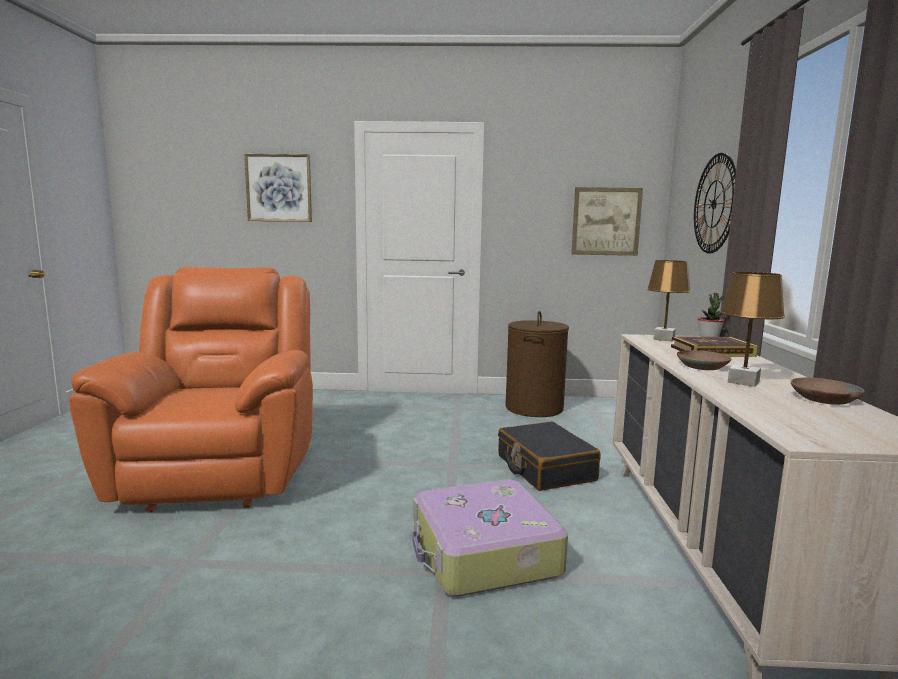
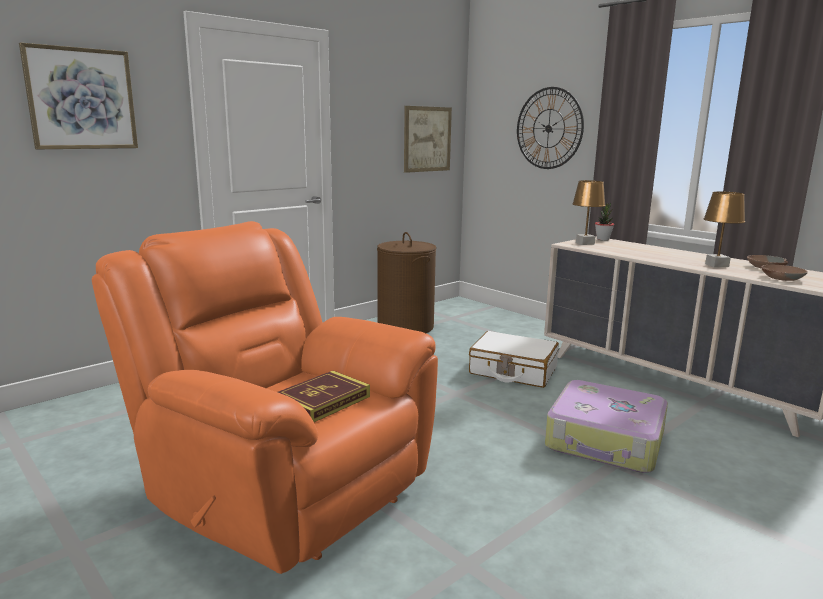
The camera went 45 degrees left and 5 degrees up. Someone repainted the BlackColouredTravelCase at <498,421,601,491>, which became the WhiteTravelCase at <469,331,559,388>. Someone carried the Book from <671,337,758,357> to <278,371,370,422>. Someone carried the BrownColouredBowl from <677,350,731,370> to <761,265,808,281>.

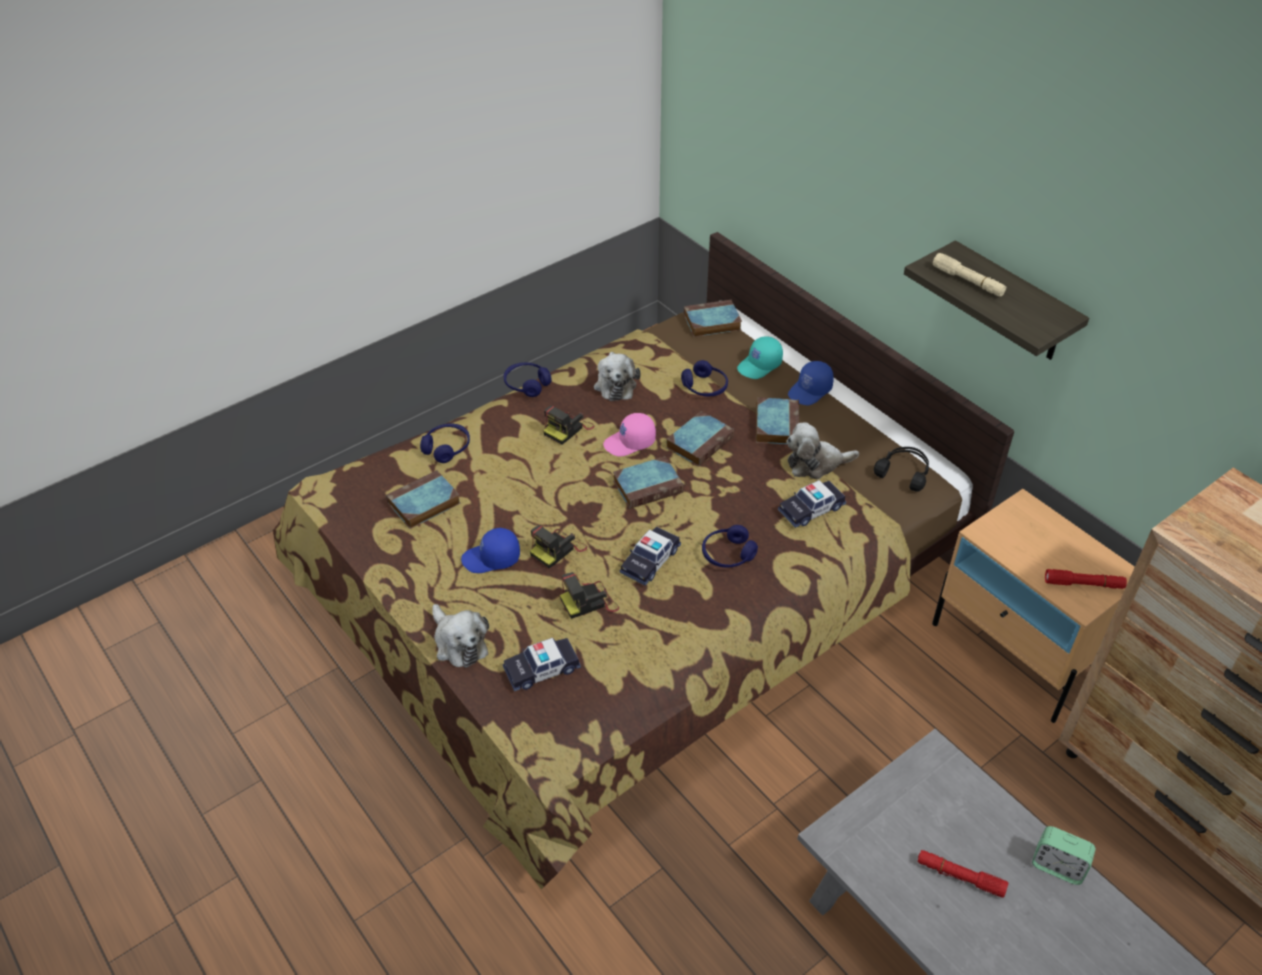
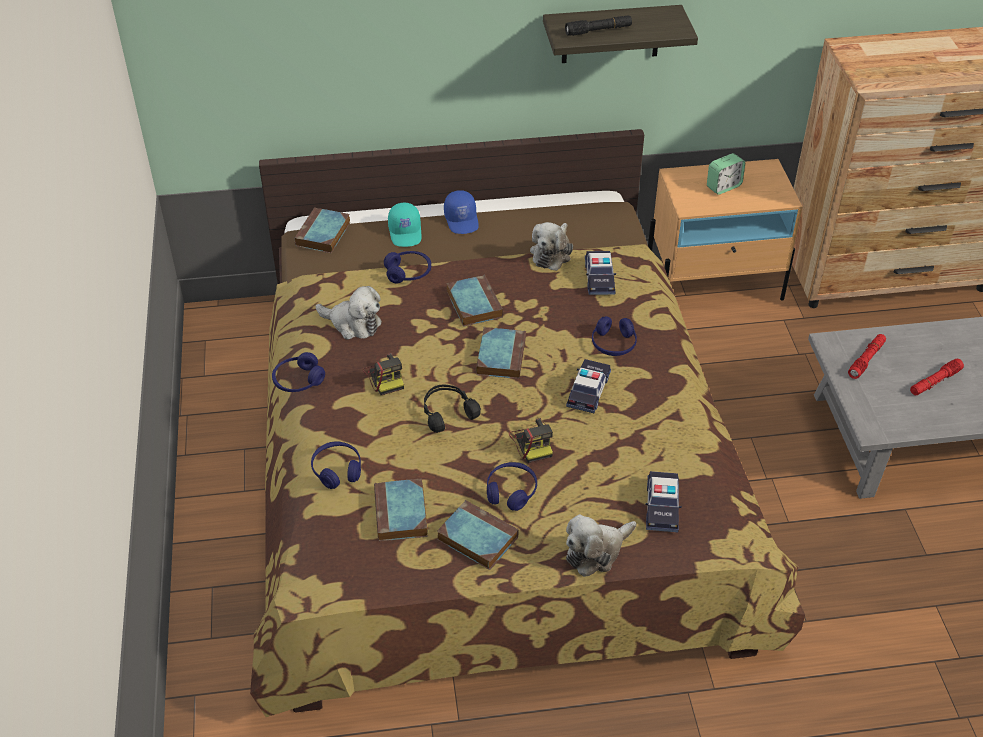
The camera went 60 degrees left and 0 degrees up. Someone rotated the SoftToy at <432,604,489,668> by 150 degrees clockwise. Someone swapped the BluishPeakedCap at <461,528,520,573> for the BluishHeadphones at <487,462,537,511>. Someone took away the StillCamera at <560,572,619,619>. Someone took away the PinkishPeakedCap at <603,413,656,457>. Someone rotated the MiniatureCar at <620,526,681,586> by 135 degrees counterclockwise. Someone carried the Book from <756,397,799,445> to <437,500,519,570>. Someone carried the BlackColouredHeadphones from <874,447,929,492> to <424,384,481,433>. Someone repainted the BeigeFlashlight at <933,253,1006,297>, which became the BlackColouredFlashlight at <565,15,632,36>. Someone carried the AlarmClock from <1032,826,1096,885> to <707,153,745,195>. Someone carried the RedColouredFlashlight from <1045,569,1127,589> to <848,334,886,379>.

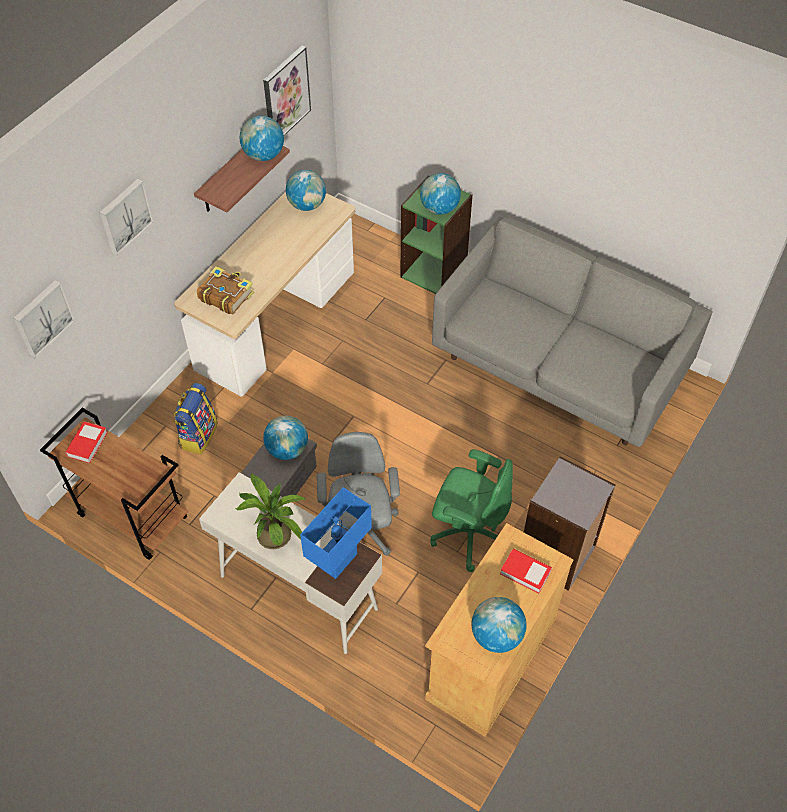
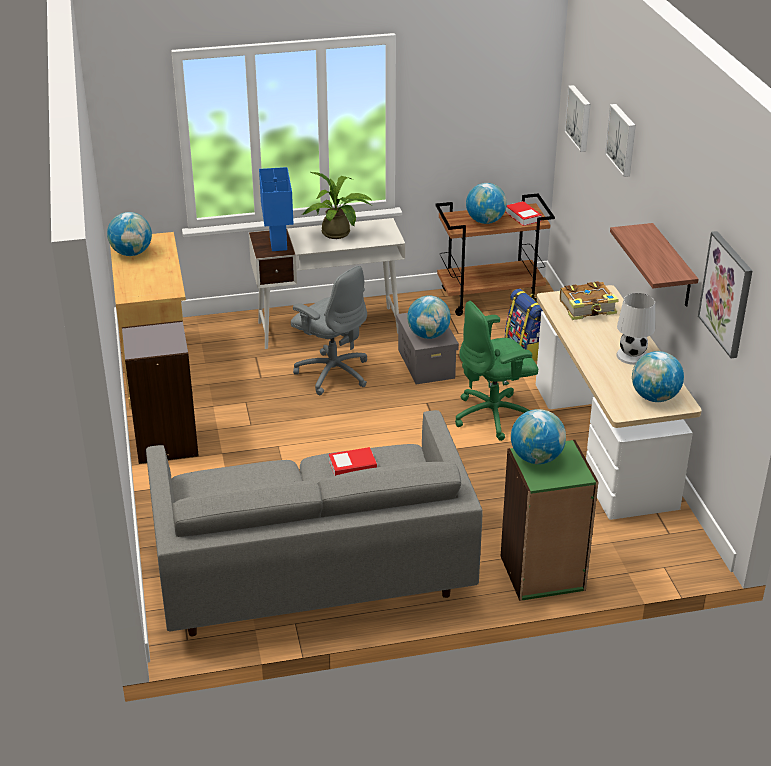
The camera went 135 degrees right and 20 degrees down. Someone carried the Globe from <240,116,284,161> to <466,183,507,224>. Someone carried the GreenComputerChair from <431,449,513,572> to <455,301,538,441>. Someone carried the Book from <500,548,552,593> to <329,447,377,476>. Someone put down the WhiteTableLamp at <616,293,655,365>.

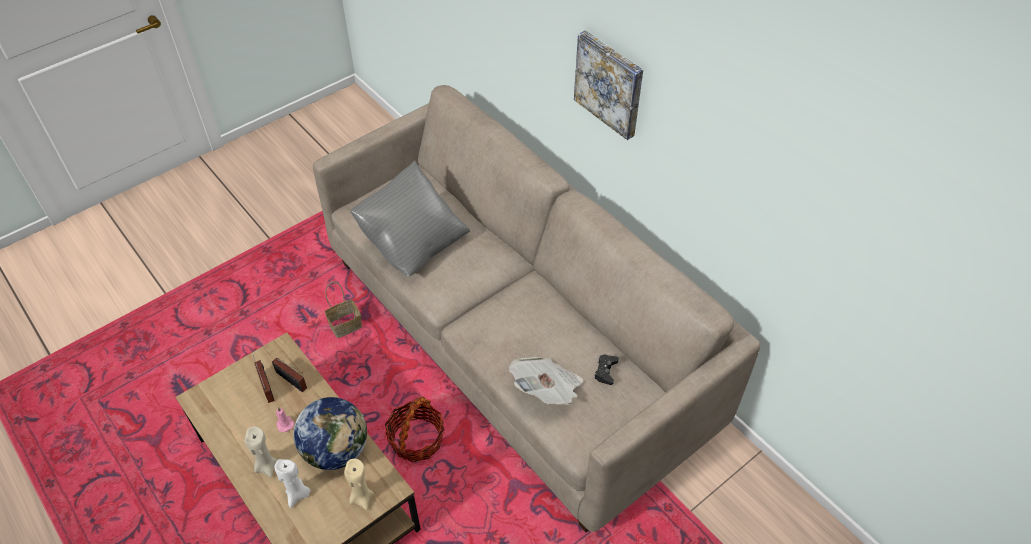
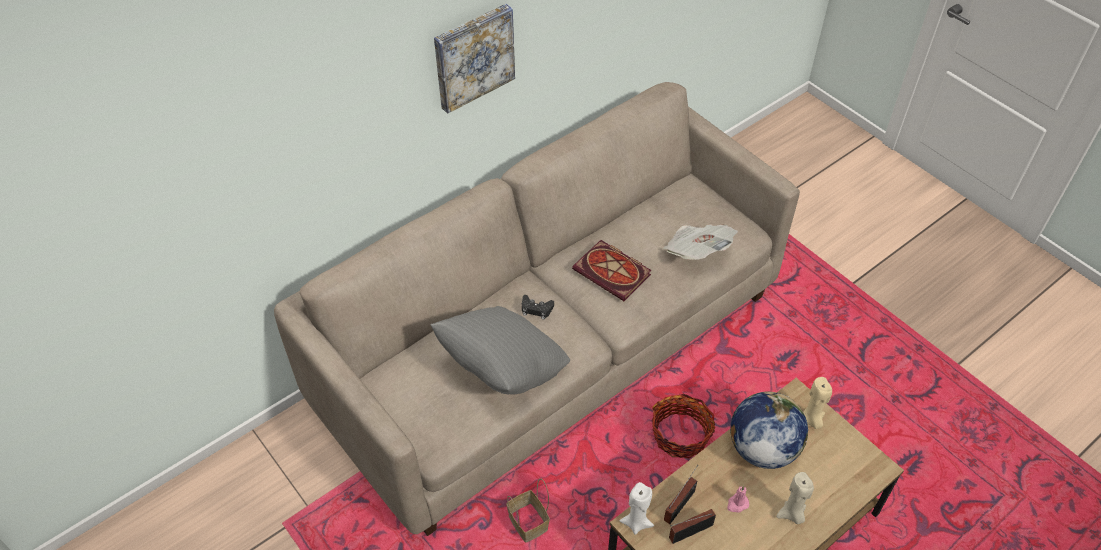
The camera went 90 degrees left and 0 degrees up. Someone carried the WhiteWaxLight from <274,459,311,508> to <620,482,654,535>. Someone carried the BlackColouredJoypad from <594,354,619,385> to <522,295,554,320>. Someone put down the Book at <572,240,652,301>.

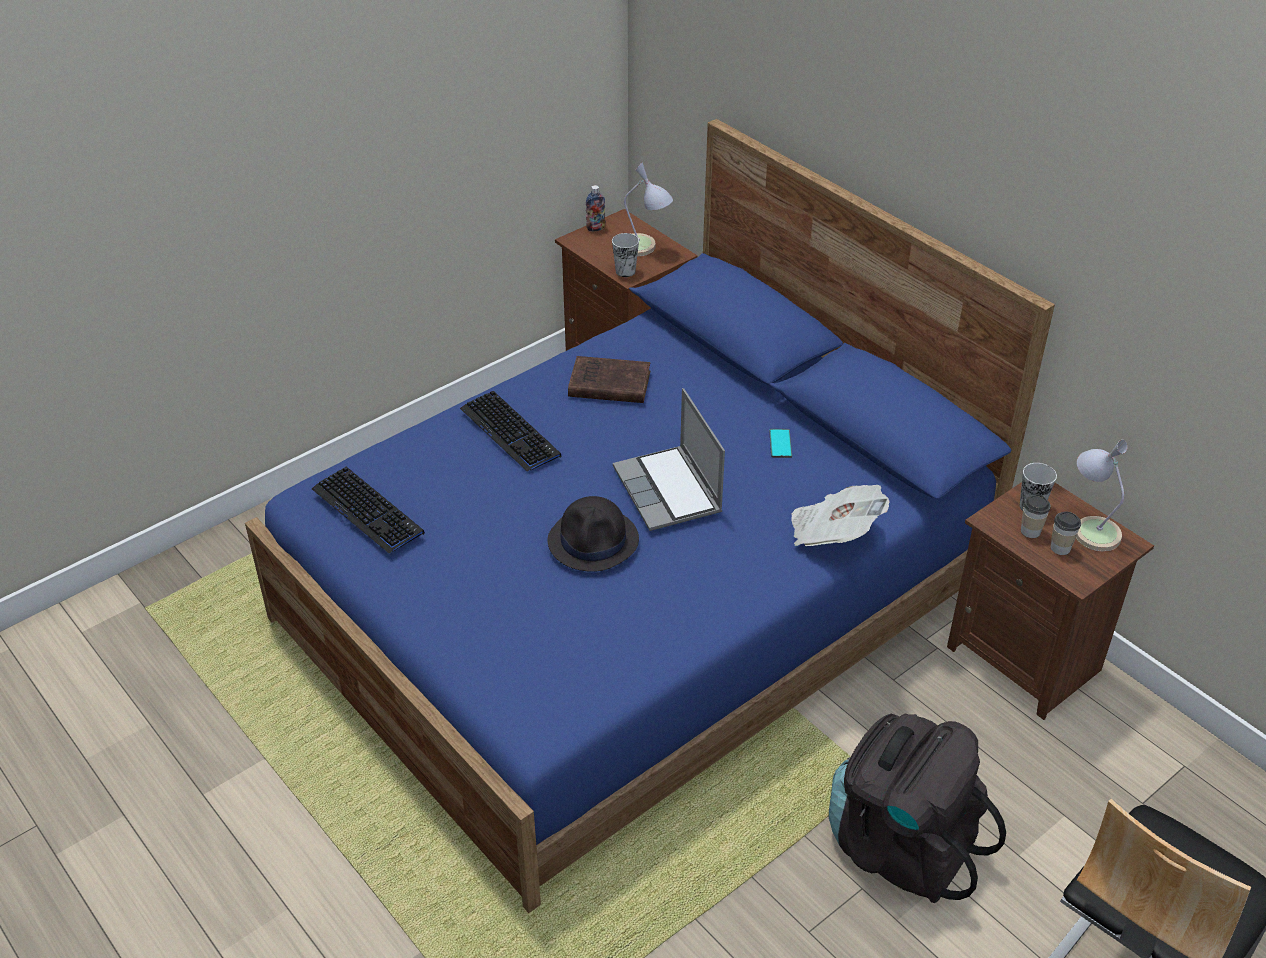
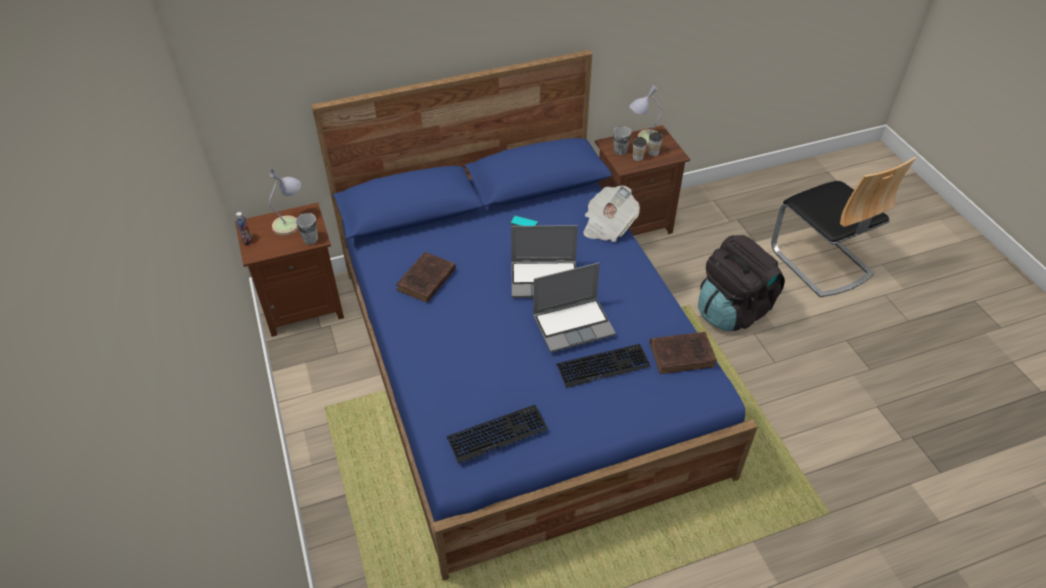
The camera went 70 degrees left and 5 degrees up. Someone carried the ComputerKeyboard from <460,391,561,472> to <556,344,651,388>. Someone swapped the BlackColouredWearableHat at <548,496,639,572> for the Laptop at <533,263,616,353>. Someone put down the BrownColouredBook at <650,332,717,374>.

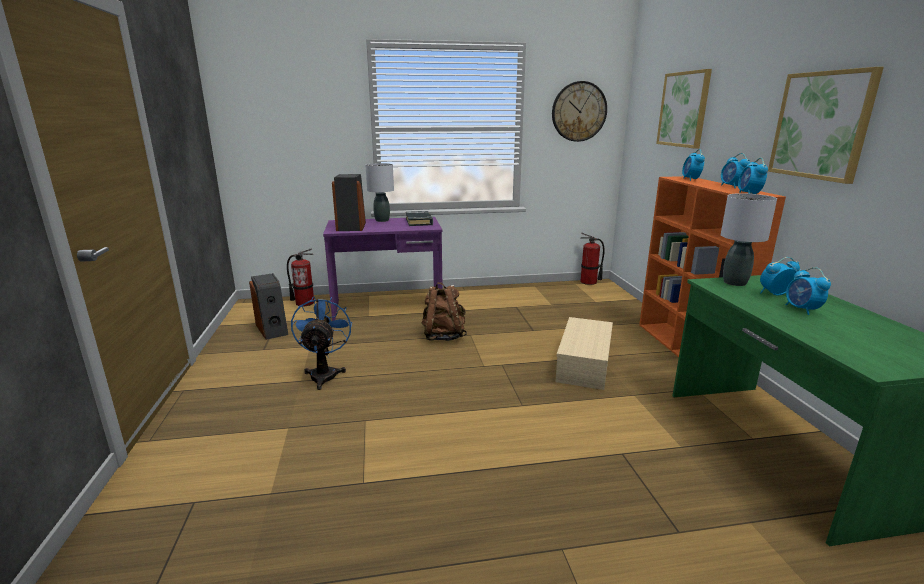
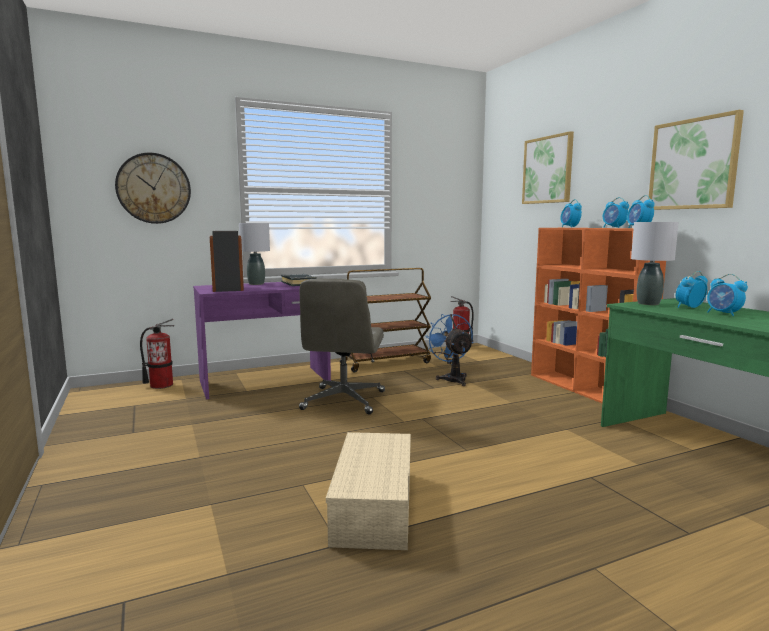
The camera went 15 degrees left and 10 degrees down. Someone took away the AudioSpeaker at <249,273,288,340>. Someone carried the BluishCoolingFan from <291,296,352,390> to <425,314,473,386>. Someone swapped the BrownColouredKnapsack at <421,282,467,341> for the GrayComputerChair at <299,278,385,414>. Someone carried the WallClock from <552,81,607,142> to <115,153,191,224>. Someone carried the BeigeStorageBin from <555,317,613,390> to <326,432,411,550>. Someone put down the BrownColouredWheeledCart at <340,268,431,372>.

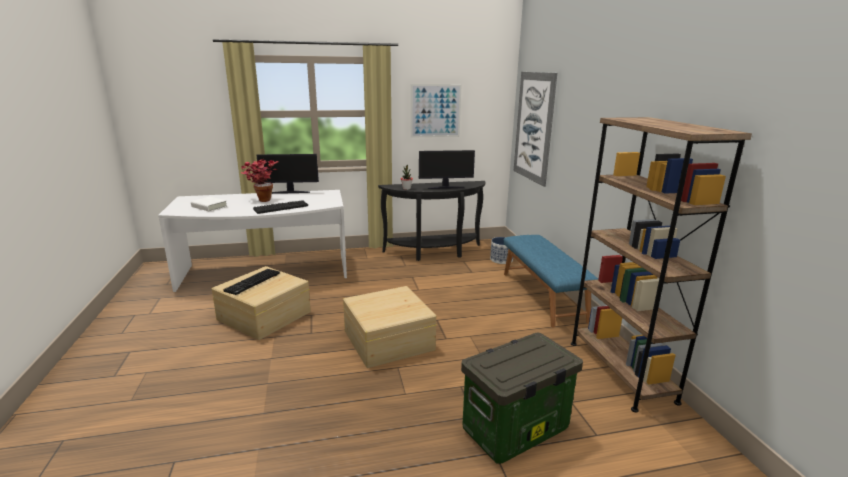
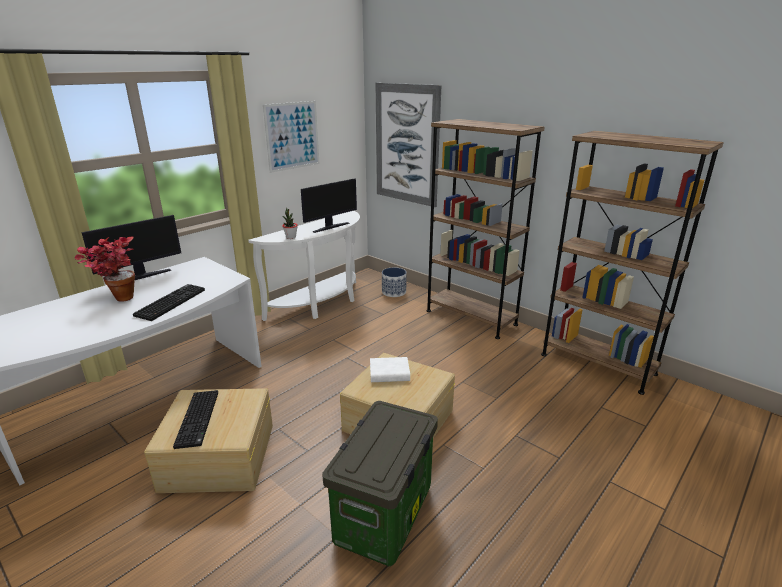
The camera went 35 degrees left and 5 degrees up. Someone carried the WhiteBook from <191,197,227,212> to <370,357,410,382>. Someone repainted the BlackColouredHallTable at <378,181,485,261>, which became the WhiteHallTable at <248,211,360,321>. Someone carried the StorageBin from <461,333,583,464> to <322,401,438,566>. Someone swapped the BluishLongSeat at <503,235,598,328> for the BrownColouredShelvingUnit at <426,119,545,339>.

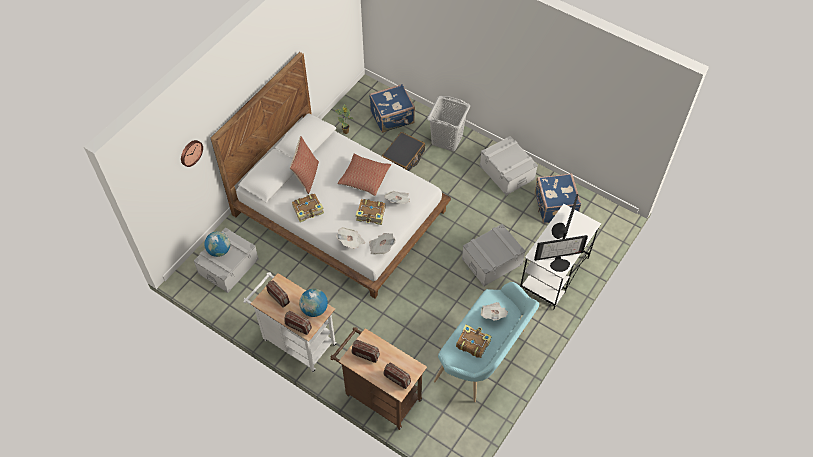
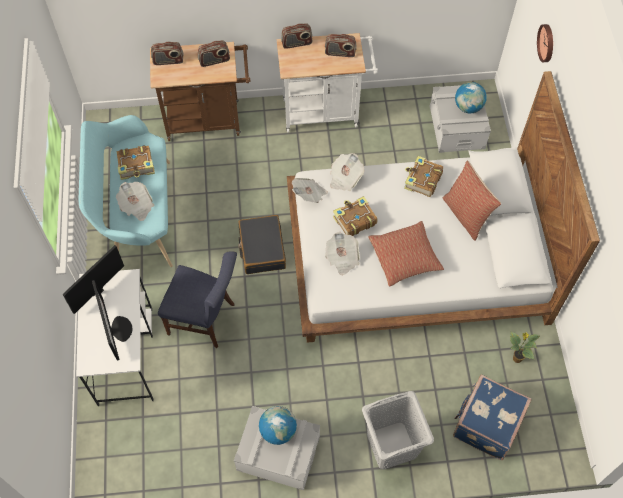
The camera went 140 degrees right and 5 degrees up. Someone carried the Globe from <299,289,328,317> to <259,406,297,445>. Someone carried the BlackColouredTravelCase from <382,132,425,171> to <238,215,286,274>. Someone swapped the GrayStorageBin at <462,224,525,286> for the BluishUprightChair at <158,251,237,348>. Someone took away the BluishTravelCase at <535,173,581,223>.

